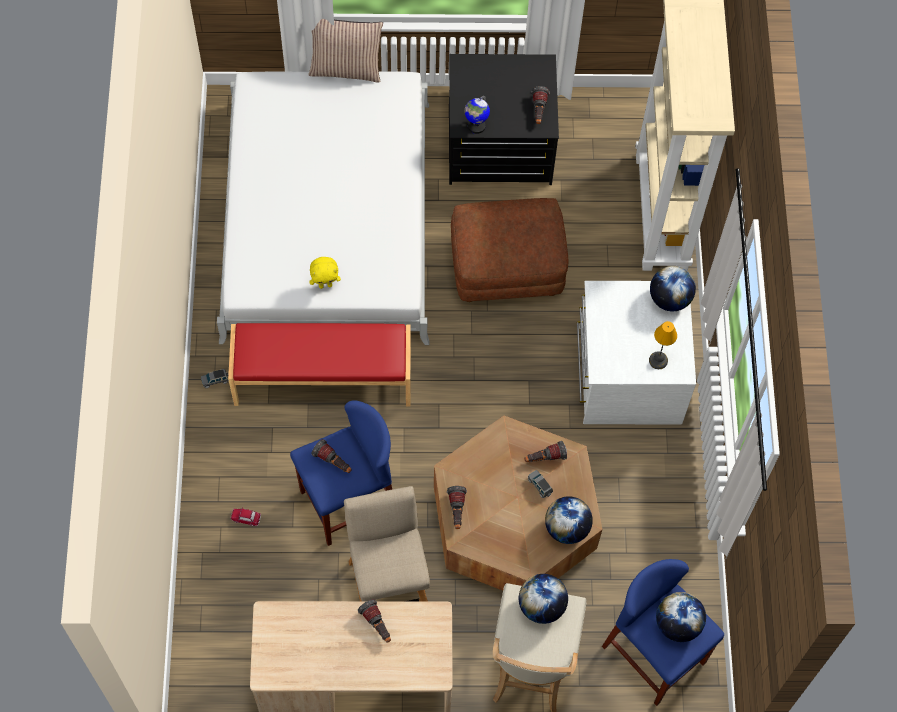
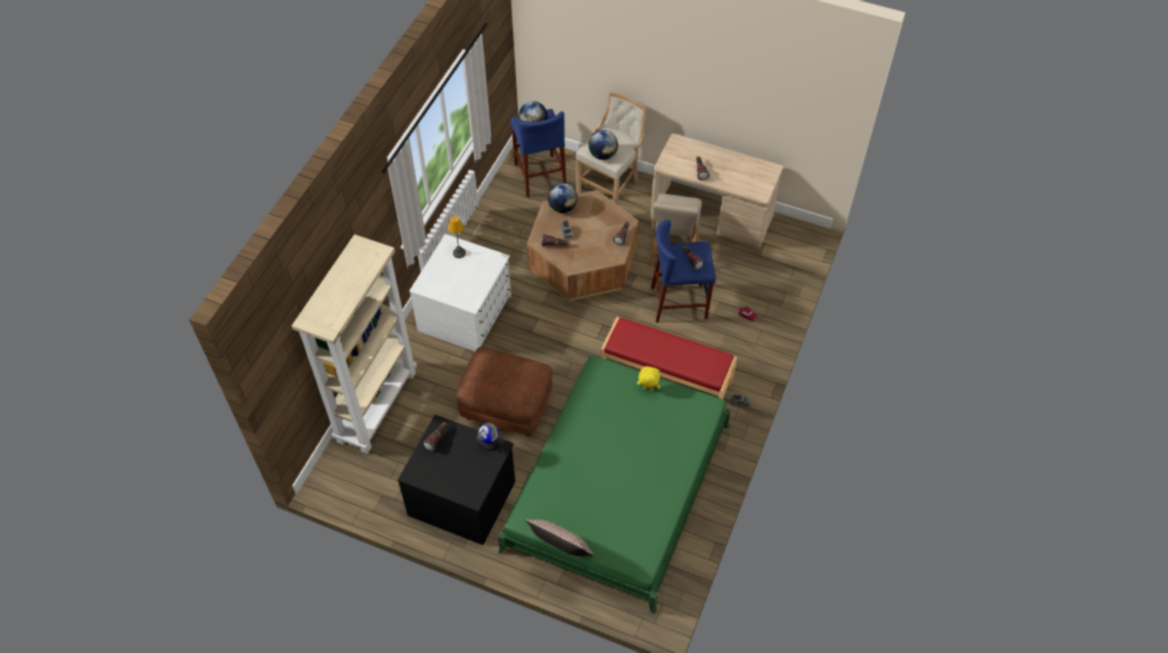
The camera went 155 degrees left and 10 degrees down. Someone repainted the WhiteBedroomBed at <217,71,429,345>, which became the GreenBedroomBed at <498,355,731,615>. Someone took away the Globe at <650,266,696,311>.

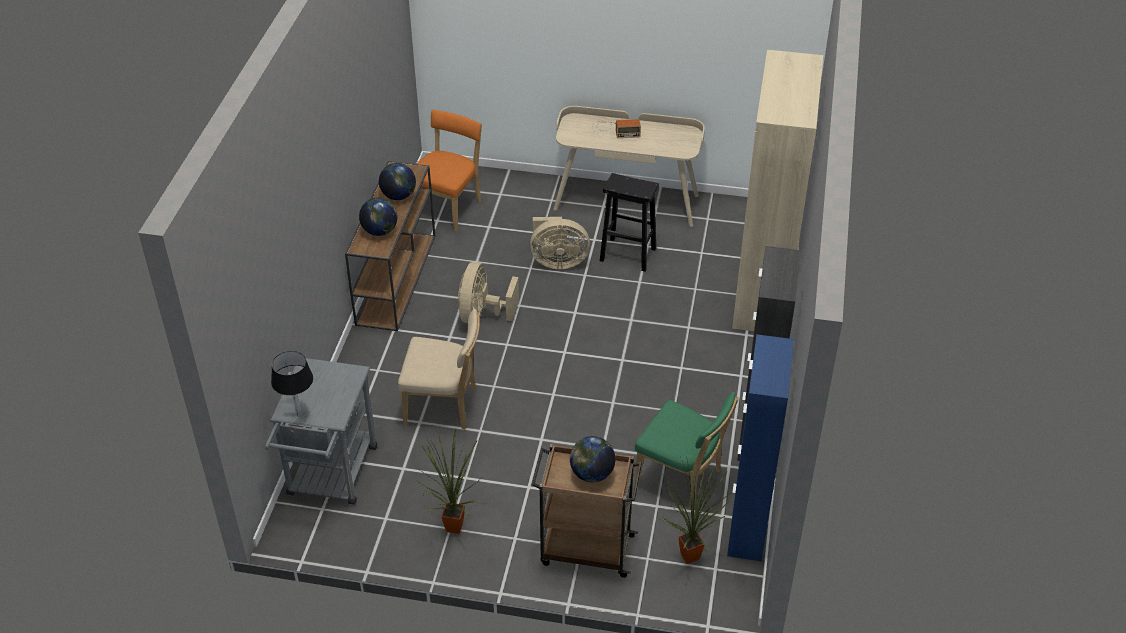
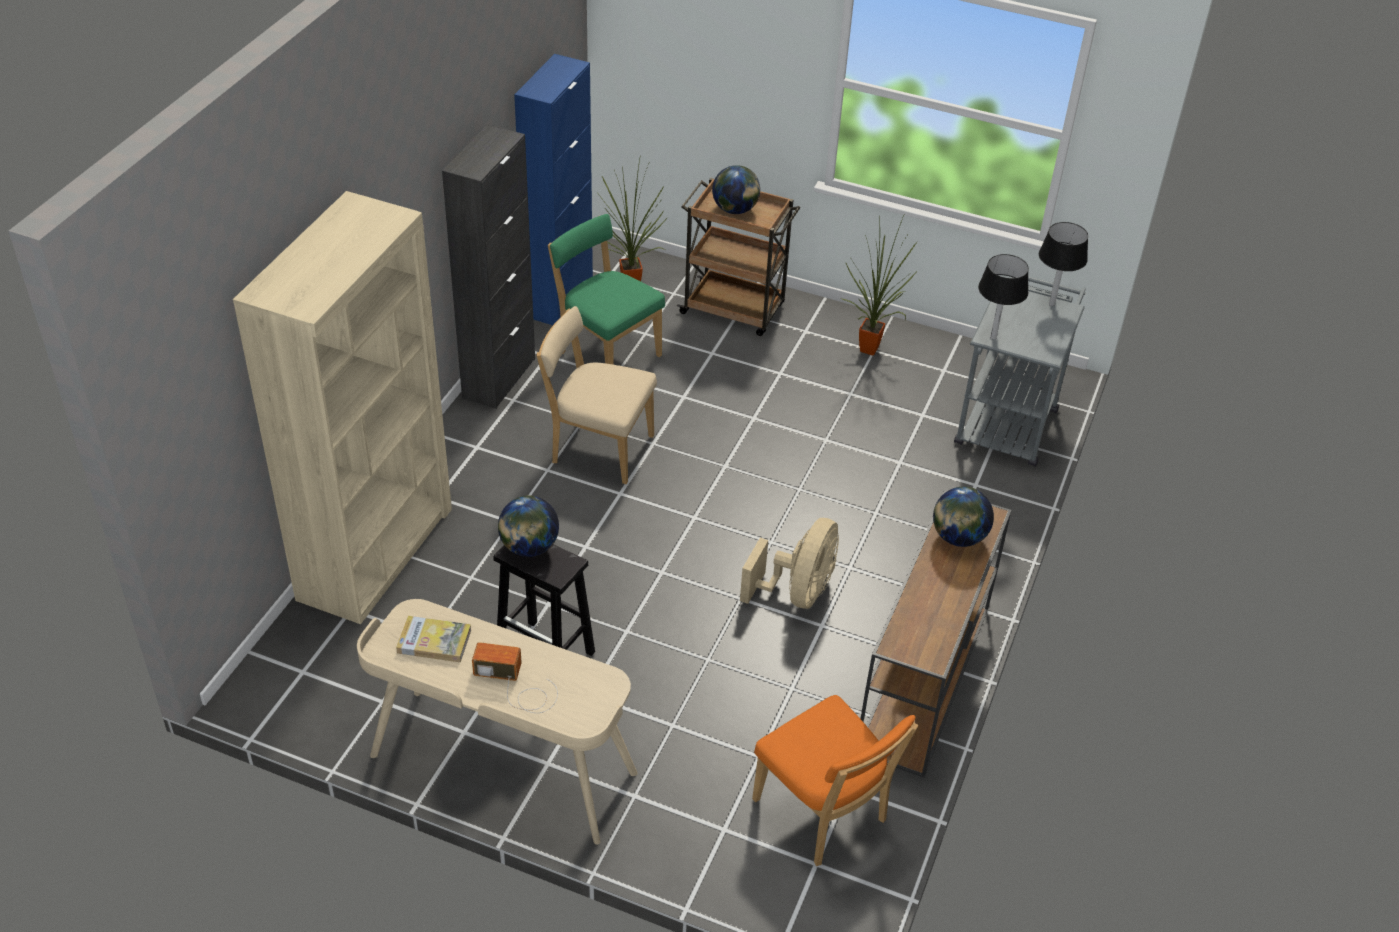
The camera went 170 degrees left and 0 degrees up. Someone carried the Globe from <379,163,416,200> to <498,495,559,557>. Someone carried the BeigeUprightChair from <398,309,481,430> to <537,306,657,484>. Someone rotated the OrangeColouredUprightChair at <416,110,482,232> by 75 degrees counterclockwise. Someone took away the BeigeCoolingFan at <530,217,590,269>. Someone put down the Book at <396,616,471,662>. Someone put down the BlackColouredTableLamp at <978,254,1029,340>.

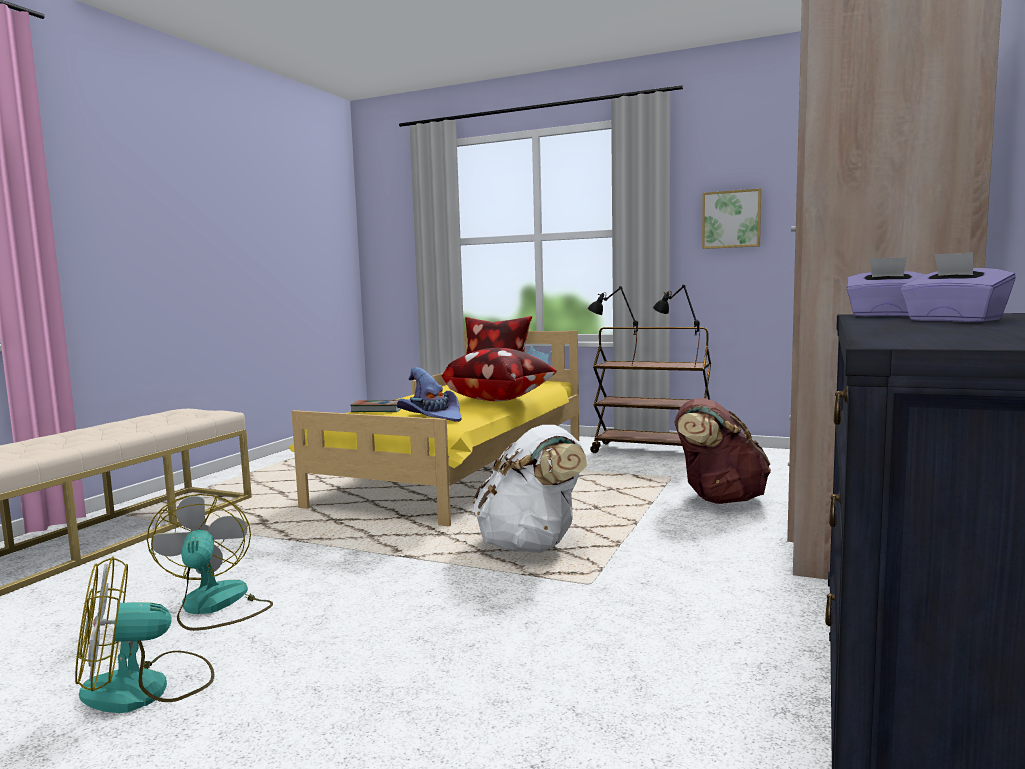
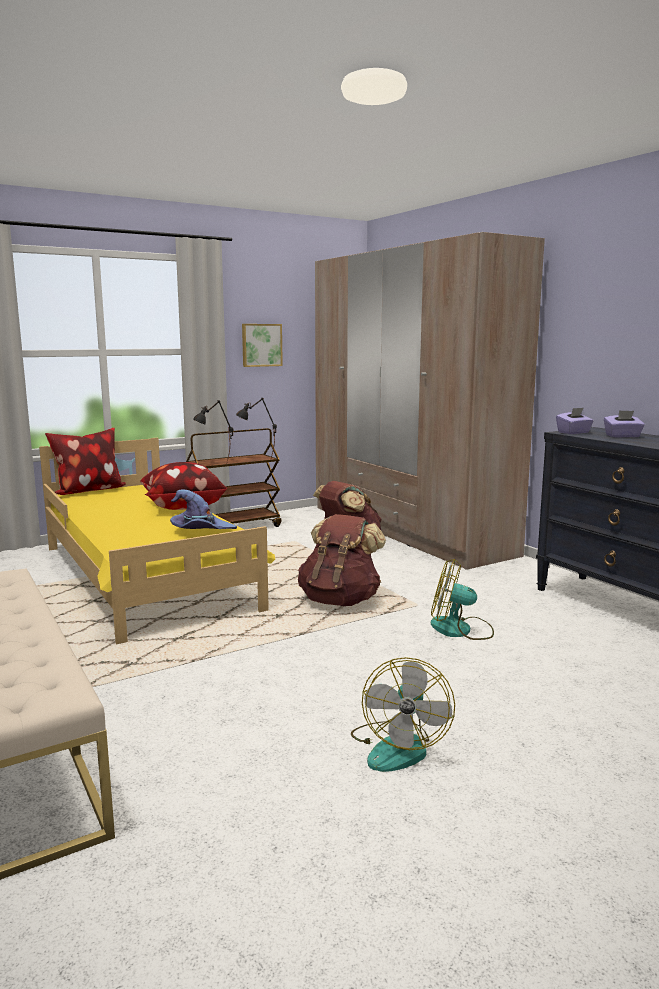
The camera went 55 degrees left and 5 degrees up. Someone carried the CoolingFan from <147,494,273,631> to <431,559,494,640>. Someone took away the Book at <350,400,401,412>. Someone repainted the WhiteKnapsack at <473,425,587,552>, which became the BrownColouredKnapsack at <298,514,386,606>.

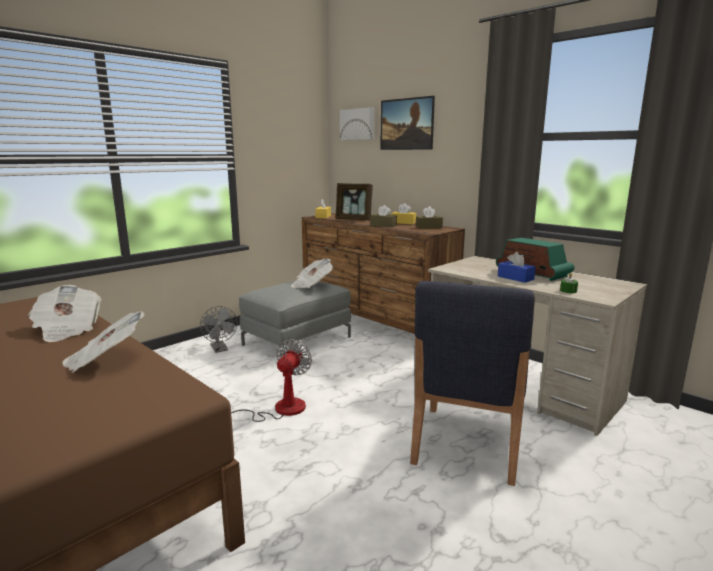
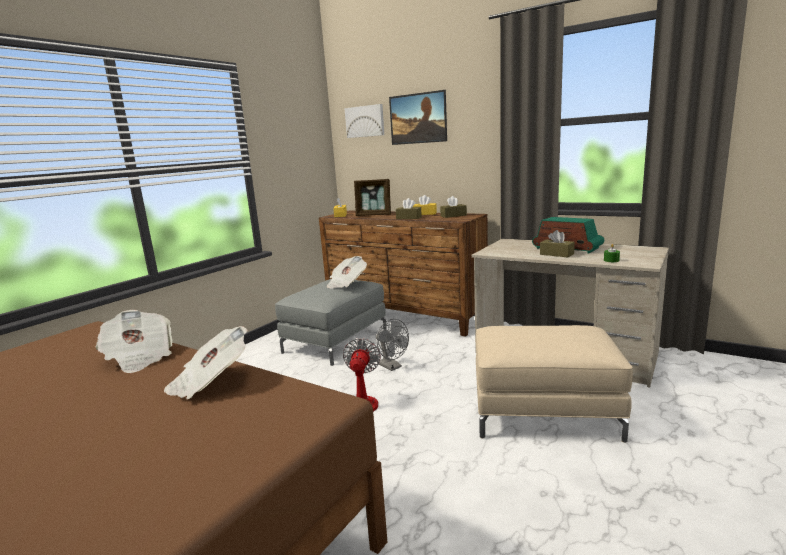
The camera went 10 degrees left and 0 degrees up. Someone carried the GrayCoolingFan from <200,306,237,353> to <376,319,409,371>. Someone swapped the BluishUprightChair at <410,281,535,486> for the BeigeFootrest at <476,325,633,443>. Someone repainted the BluishTissueBox at <498,252,536,283>, which became the BrownColouredTissueBox at <540,230,575,257>.

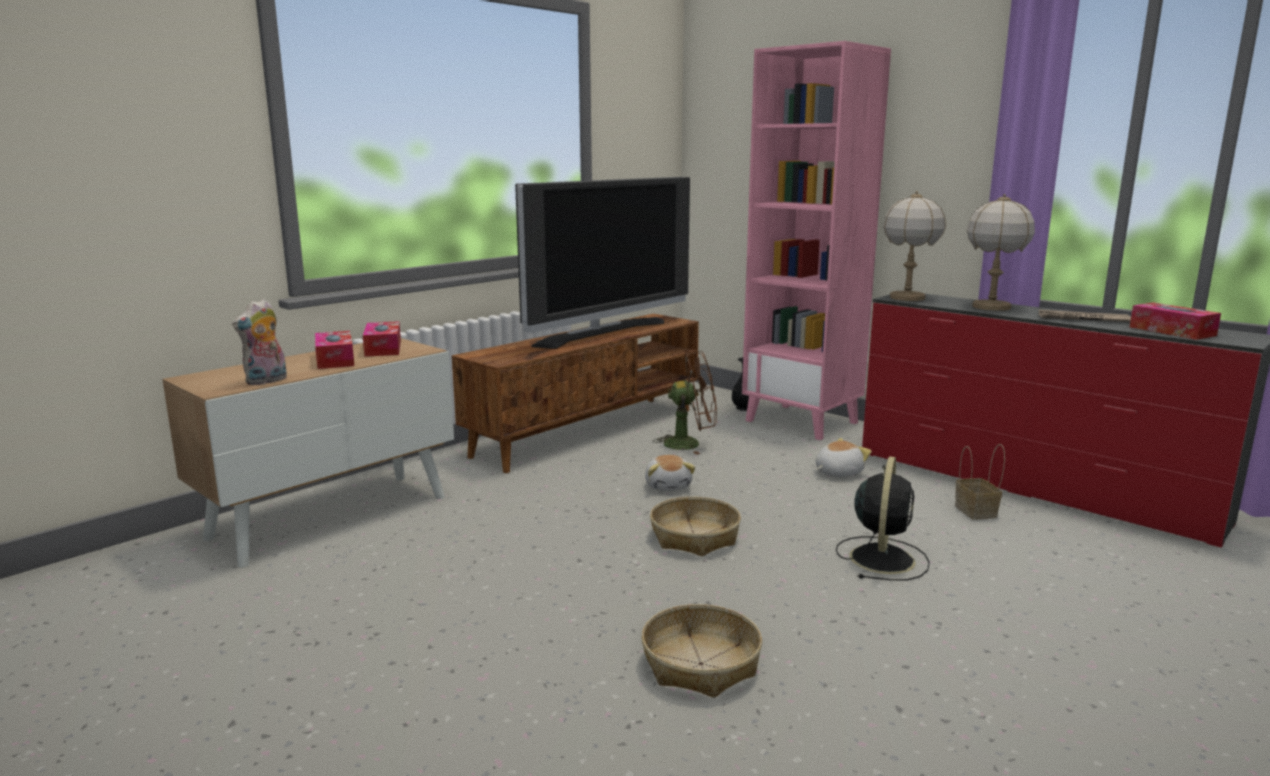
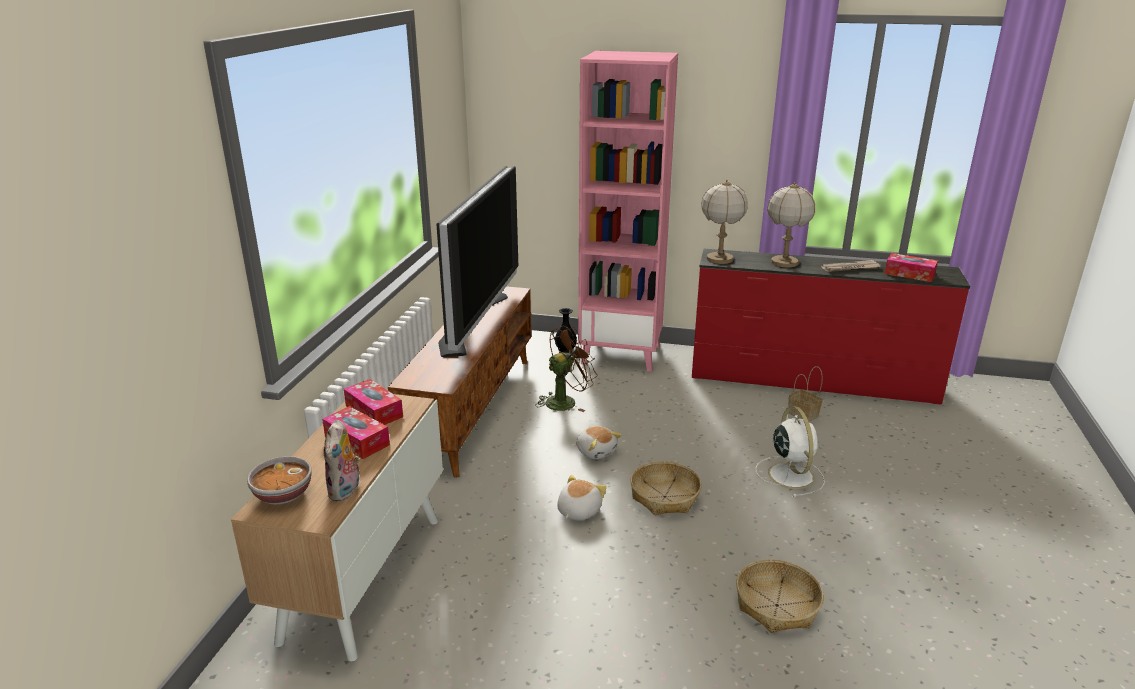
The camera went 30 degrees left and 10 degrees up. Someone carried the SoftToy from <816,438,872,477> to <557,475,607,520>. Someone repainted the BlackColouredCoolingFan at <836,456,930,580>, which became the WhiteCoolingFan at <756,406,825,497>. Someone put down the Bowl at <247,456,312,504>.

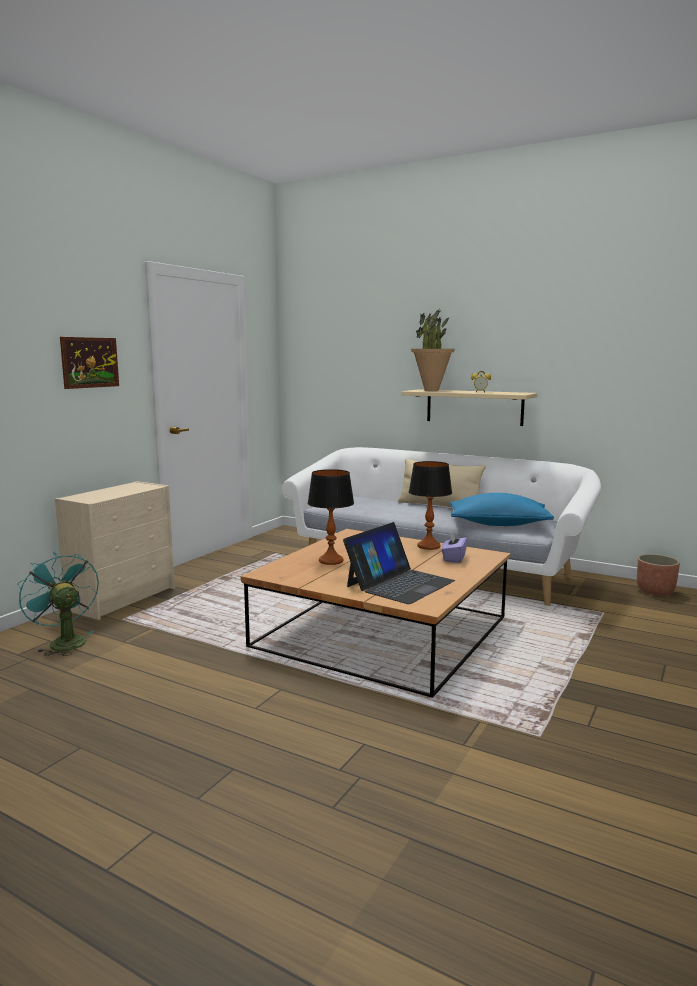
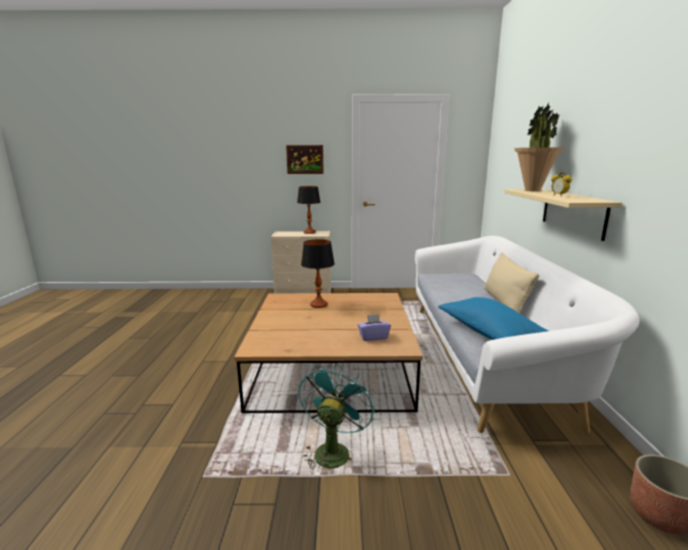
The camera went 60 degrees right and 5 degrees up. Someone carried the TurquoiseColouredCoolingFan from <17,552,99,656> to <299,363,375,474>. Someone took away the Laptop at <343,522,455,604>. Someone carried the TableLamp from <409,461,452,550> to <297,186,321,234>.

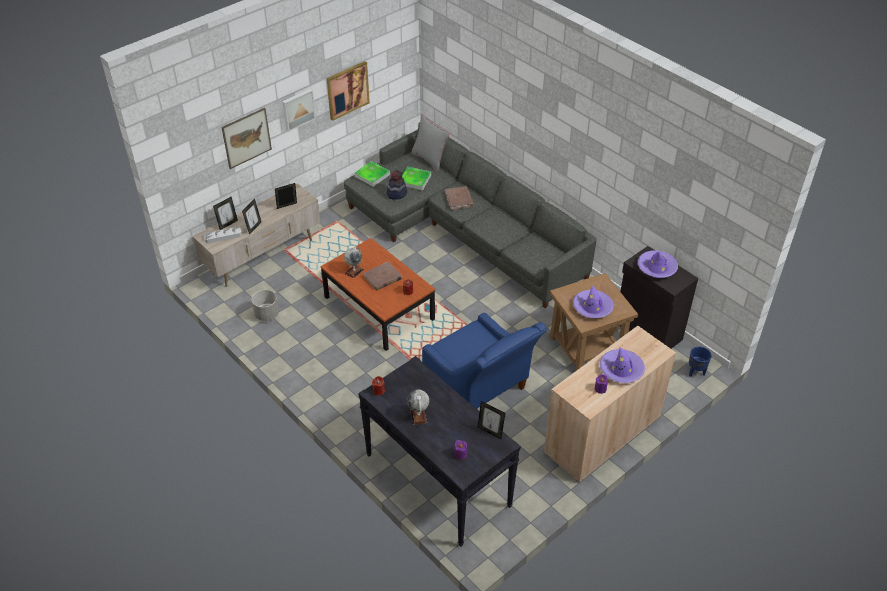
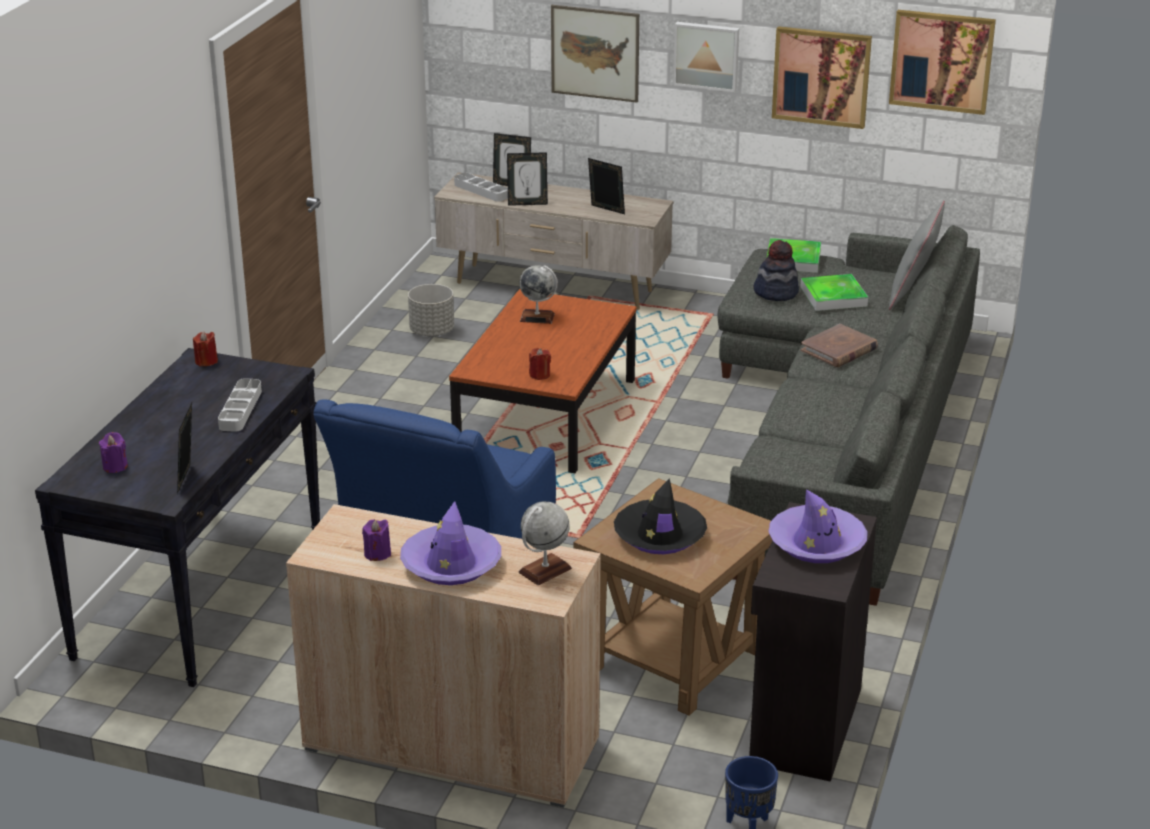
The camera went 60 degrees right and 15 degrees down. Someone took away the BrownColouredBook at <363,262,402,290>. Someone carried the Globe from <407,390,429,425> to <519,501,572,585>. Someone repainted the PurplishWearableHat at <573,285,614,318>, which became the BlackColouredWearableHat at <614,478,707,554>. Someone put down the GrayTray at <218,378,262,432>. Someone put up the WallArt at <889,10,996,115>.

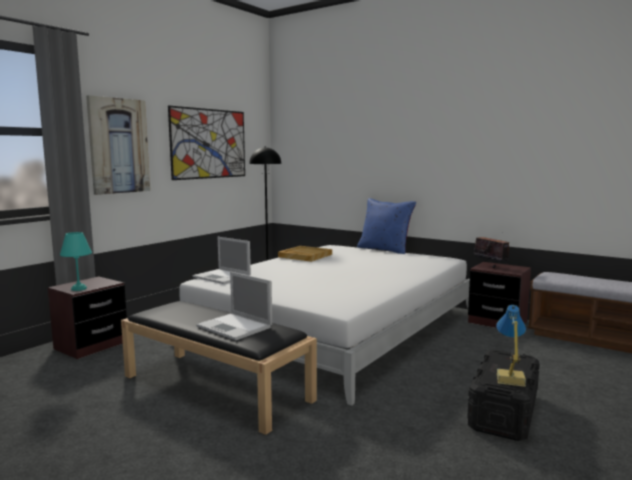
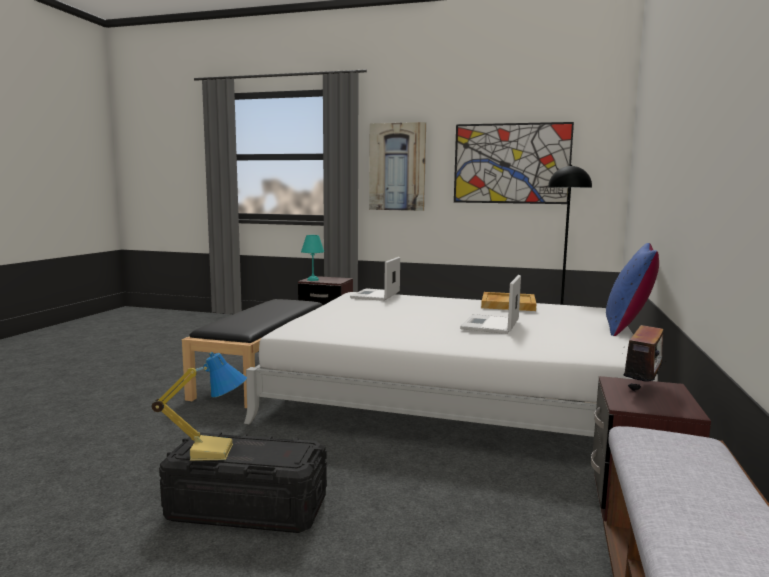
The camera went 70 degrees right and 0 degrees up. Someone carried the Laptop from <196,272,272,340> to <460,275,521,334>.

